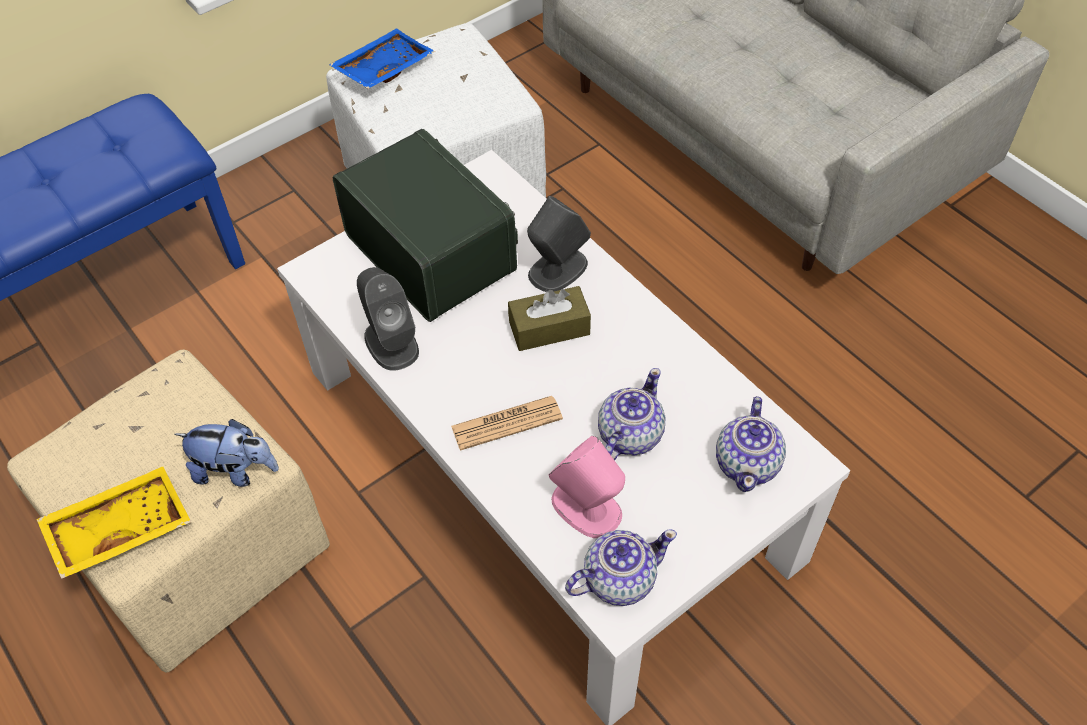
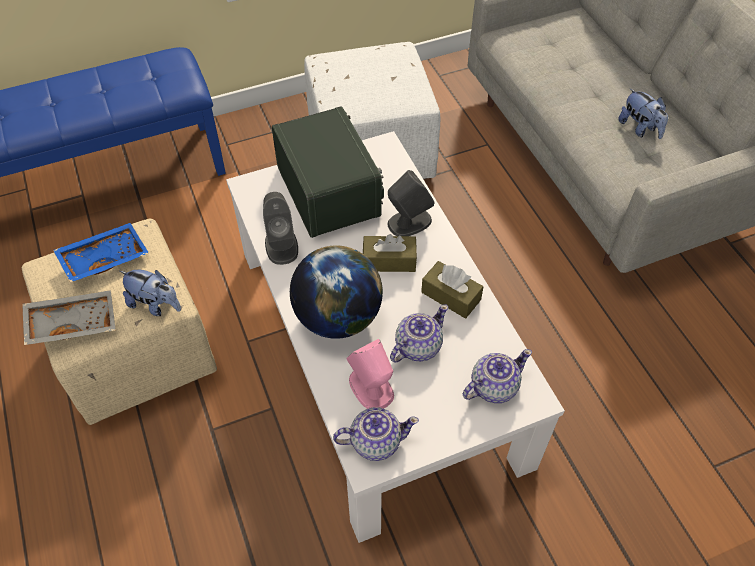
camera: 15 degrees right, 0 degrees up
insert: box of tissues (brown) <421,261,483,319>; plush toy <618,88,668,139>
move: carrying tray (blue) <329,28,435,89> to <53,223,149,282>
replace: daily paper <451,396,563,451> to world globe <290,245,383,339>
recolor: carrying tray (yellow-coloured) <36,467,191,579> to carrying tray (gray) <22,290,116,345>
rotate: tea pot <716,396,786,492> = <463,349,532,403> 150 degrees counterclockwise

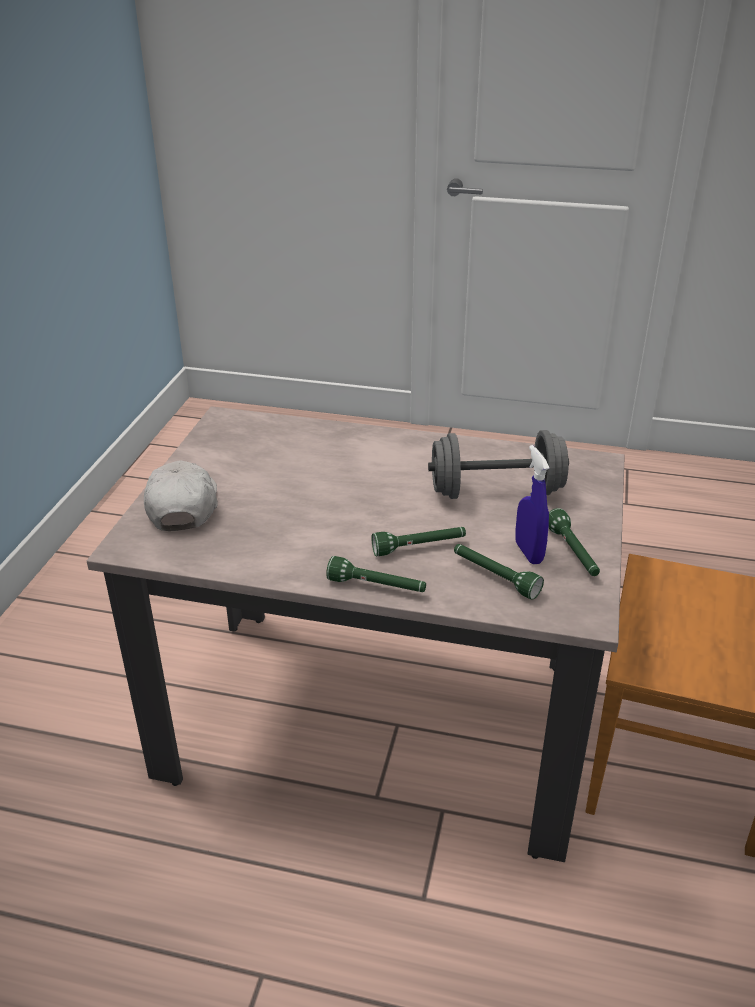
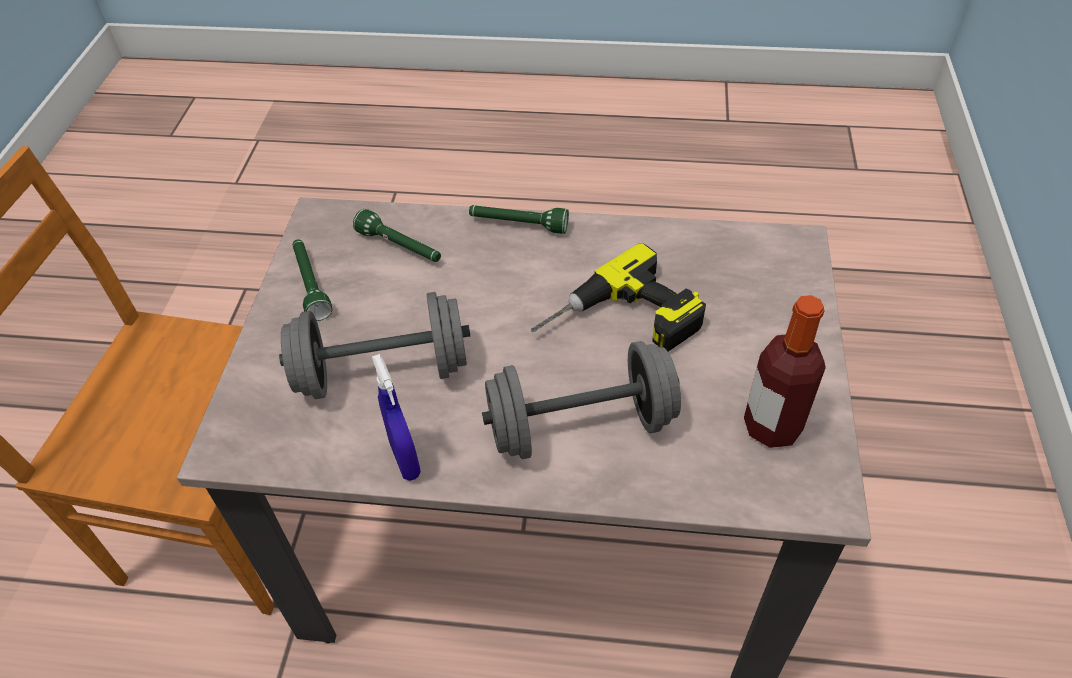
camera: 175 degrees right, 15 degrees up
delete: cap (white-coloured) <144,461,218,531>; flashlight (green-coloured) <371,527,466,556>
insert: hand weight (gray) <482,341,681,459>; electric drill <531,244,706,352>; drink bottle <744,295,826,448>
move: spray bottle (blue) <515,445,549,564> to <372,354,421,481>

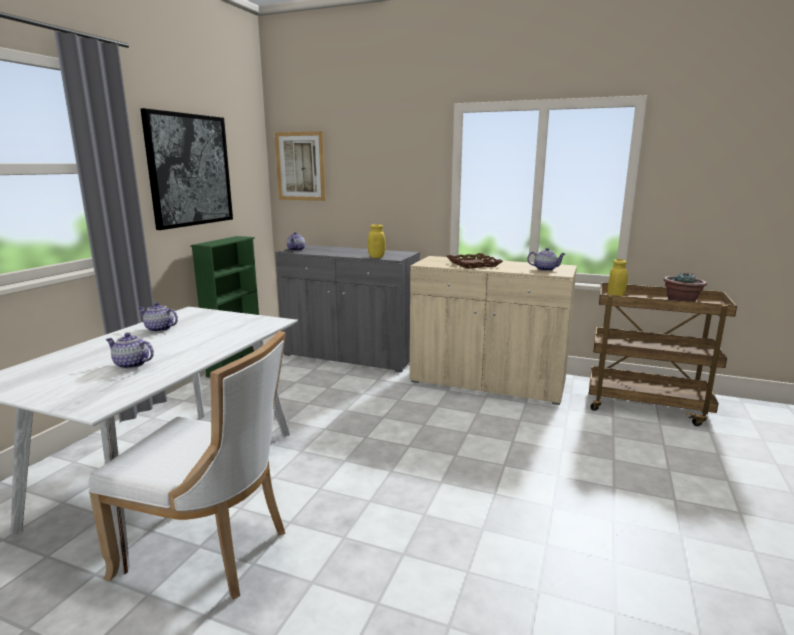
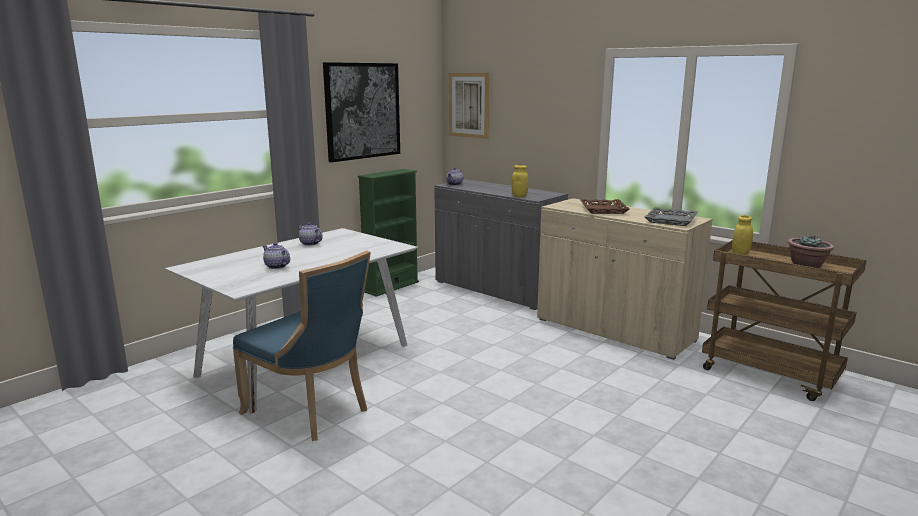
camera: 20 degrees right, 0 degrees up
replace: tea pot <527,248,565,271> to carrying tray (gray) <645,207,698,226>
recolor: plain chair (white-coloured) <89,331,286,599> to plain chair (blue) <233,250,371,441>

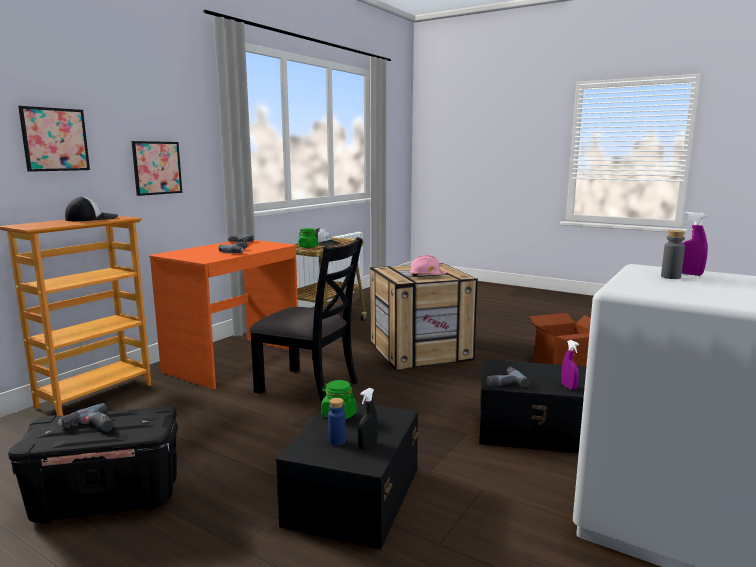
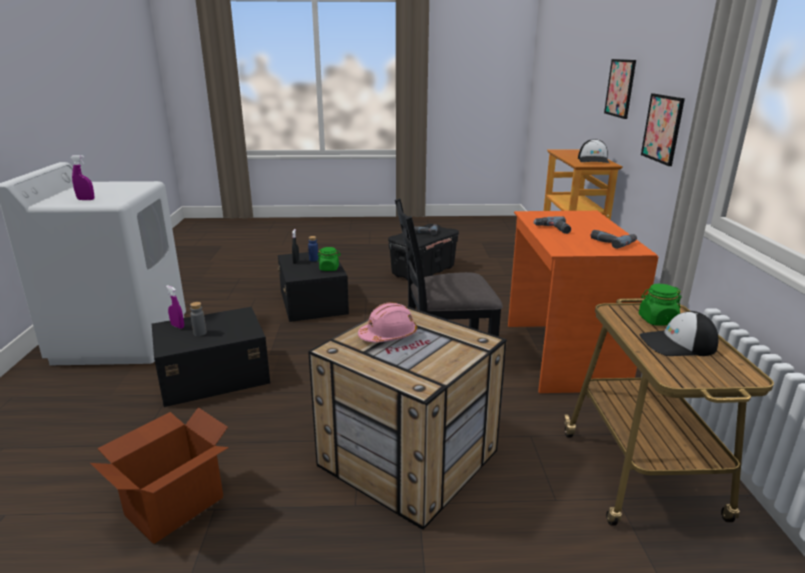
camera: 145 degrees right, 10 degrees up
delete: electric drill <487,367,530,387>
move: drink bottle (gray) <661,230,685,279> to <190,302,207,336>

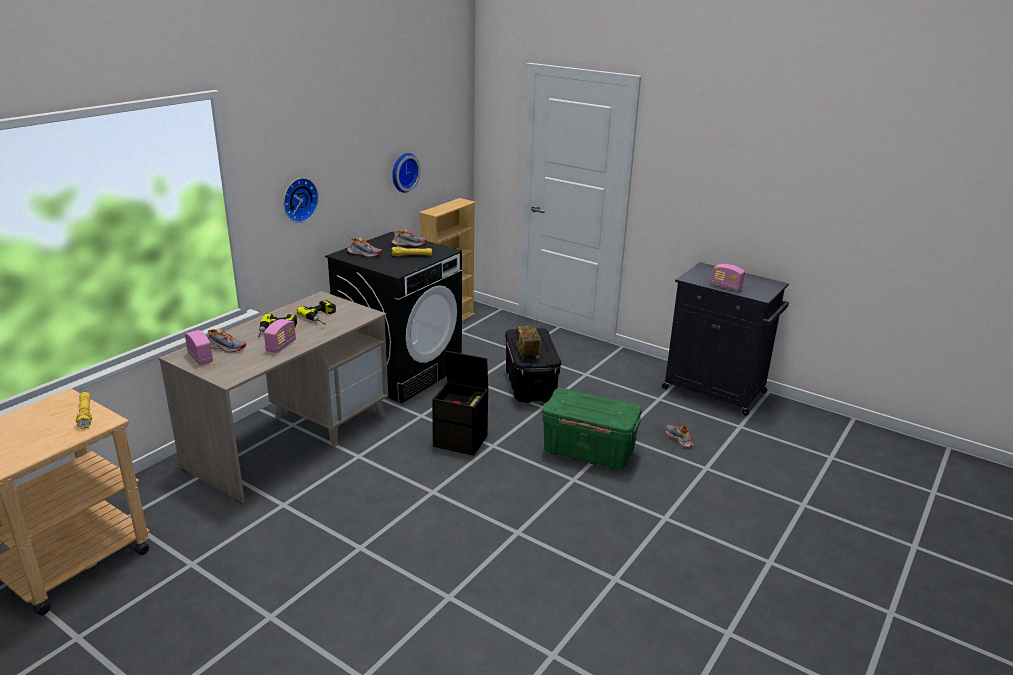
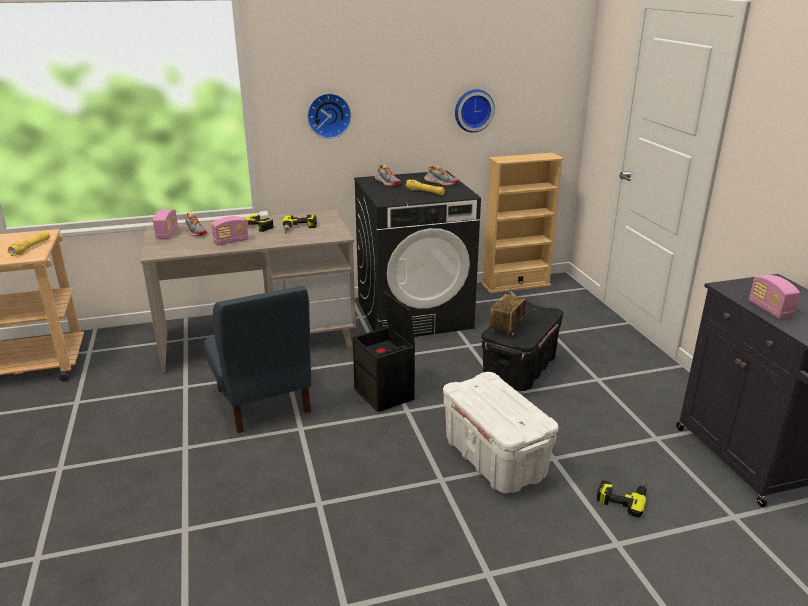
camera: 40 degrees right, 0 degrees up
insert: plain chair (blue) <204,286,312,433>
replace: low shoe <666,425,694,448> to electric drill <597,476,647,518>
recolor: storage box (green-coloured) <542,388,642,470> to storage box (white-coloured) <443,372,559,493>

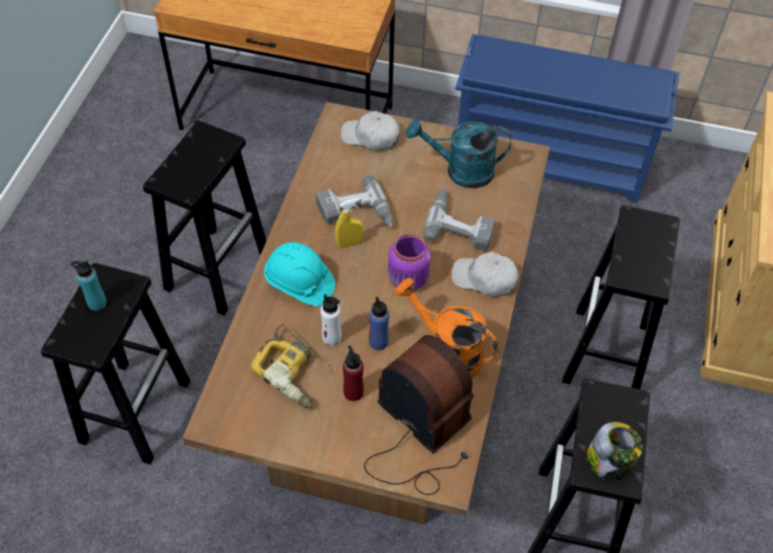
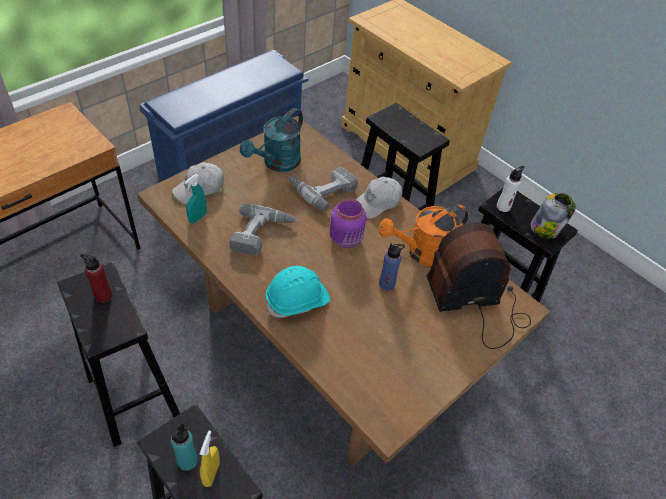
camera: 60 degrees left, 5 degrees down
delete: electric drill <251,324,327,408>
insert: spray bottle (turquoise) <185,174,207,224>
move: drink bottle (white-coloured) <320,294,342,346> to <497,166,525,212>; spray bottle (yellow-coloured) <335,198,363,248> to <200,431,220,487>; drink bottle (red-coloured) <343,346,364,401> to <81,254,112,303>

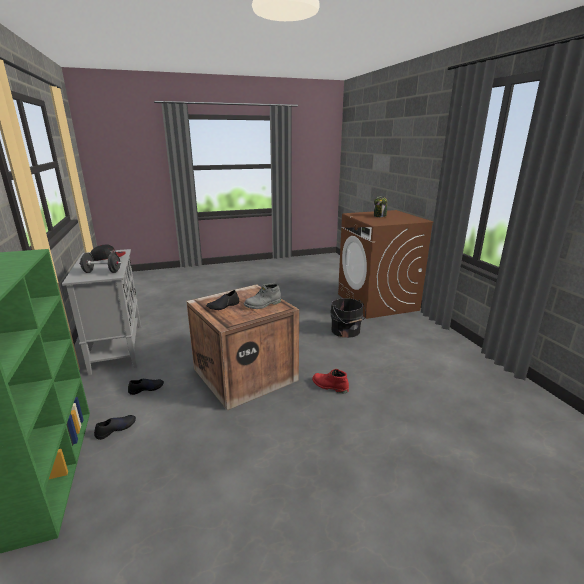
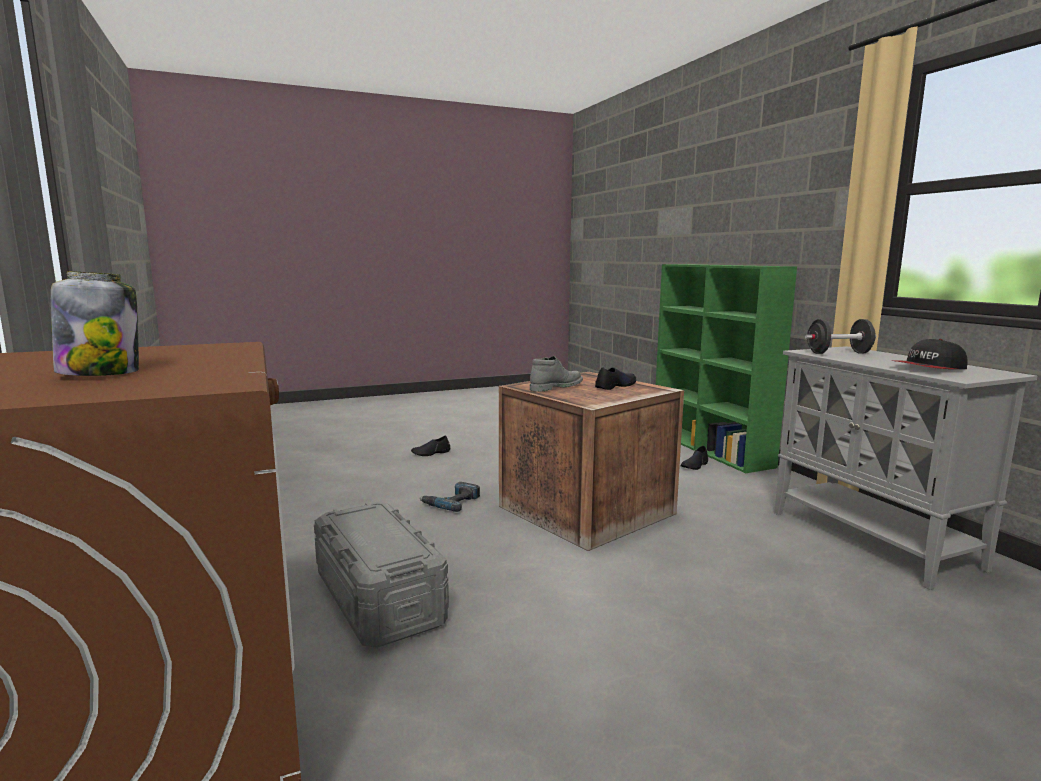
camera: 175 degrees right, 10 degrees down
move: low shoe (black-coloured) <128,379,164,395> to <411,435,450,456>
replace: boot (red-coloured) <312,369,349,393> to electric drill <420,482,480,512>; bucket (black-coloured) <330,298,366,338> to storage box (gray) <314,502,449,648>

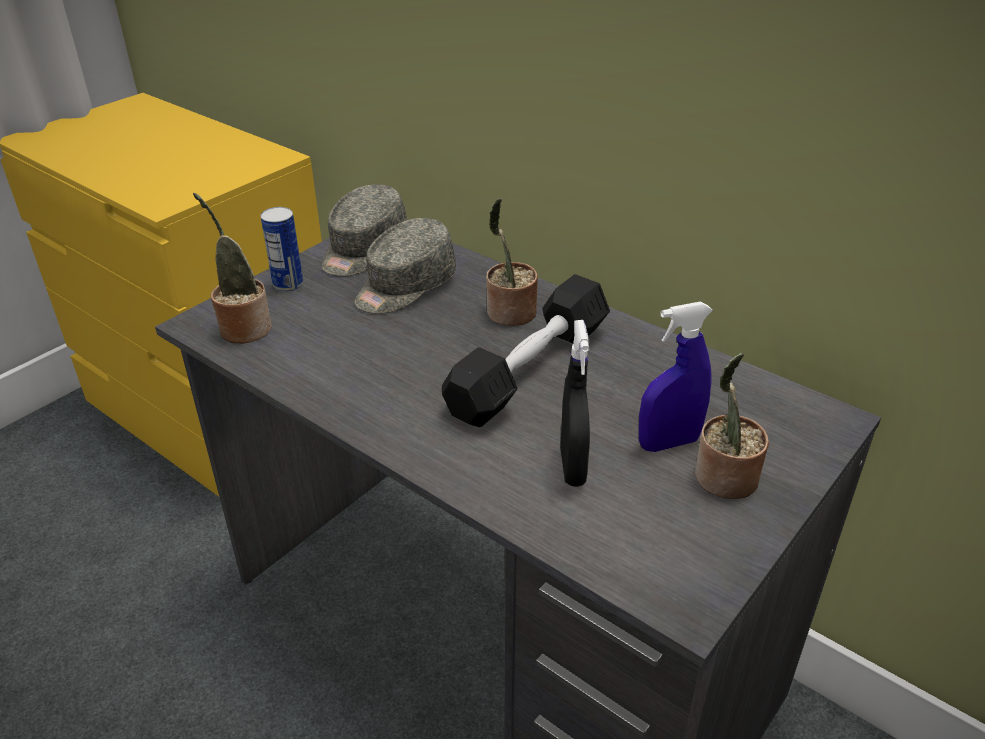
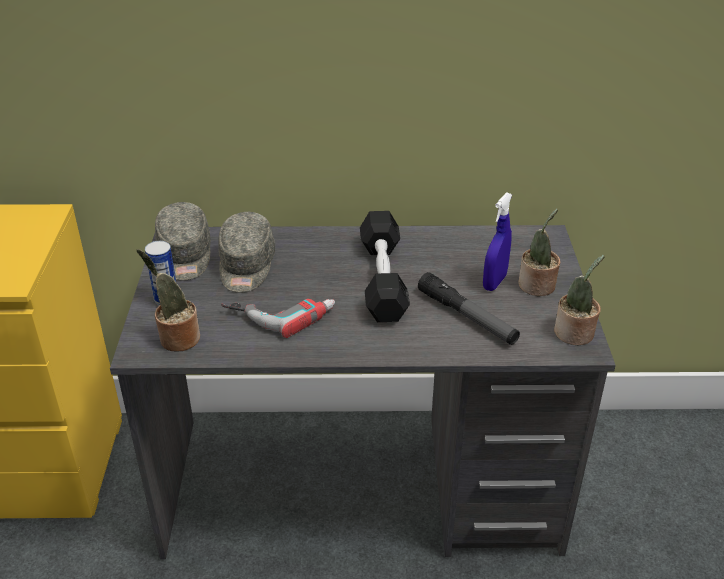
camera: 40 degrees left, 0 degrees up
insert: electric drill <221,299,335,338>
move: houseplant <486,198,538,326> to <554,255,605,346>
replace: spray bottle (black-coloured) <560,320,590,487> to flashlight <418,272,520,345>

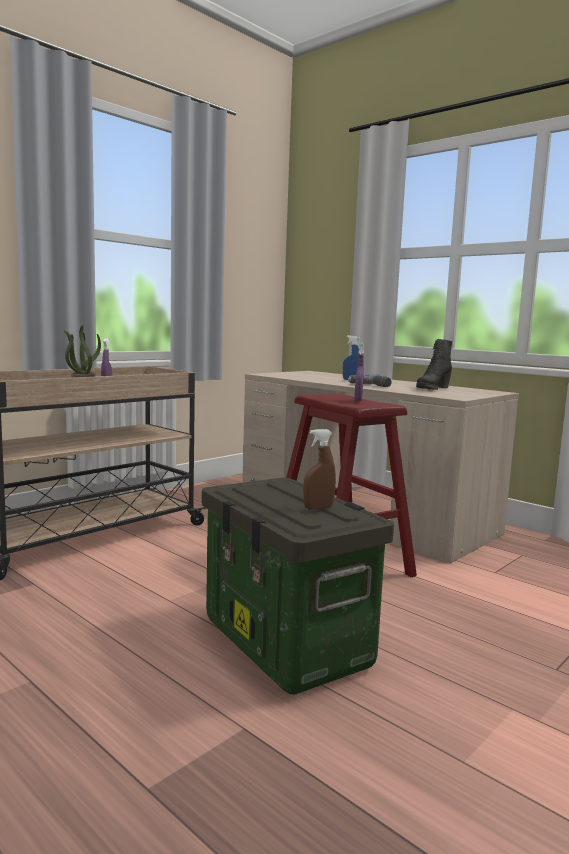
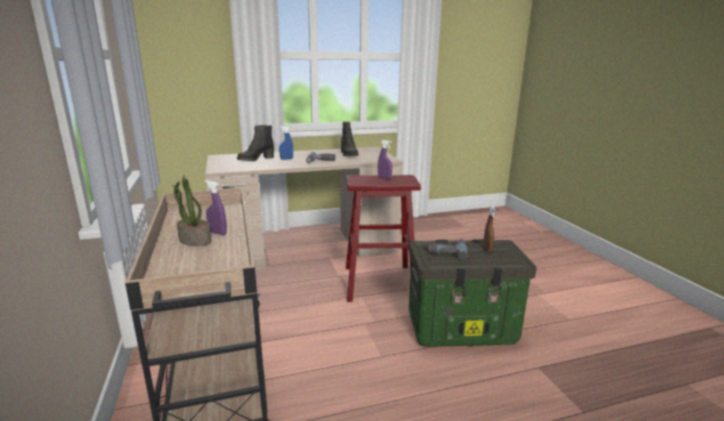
camera: 60 degrees left, 10 degrees up
insert: boot (black-coloured) <237,125,274,161>; electric drill <428,239,468,260>

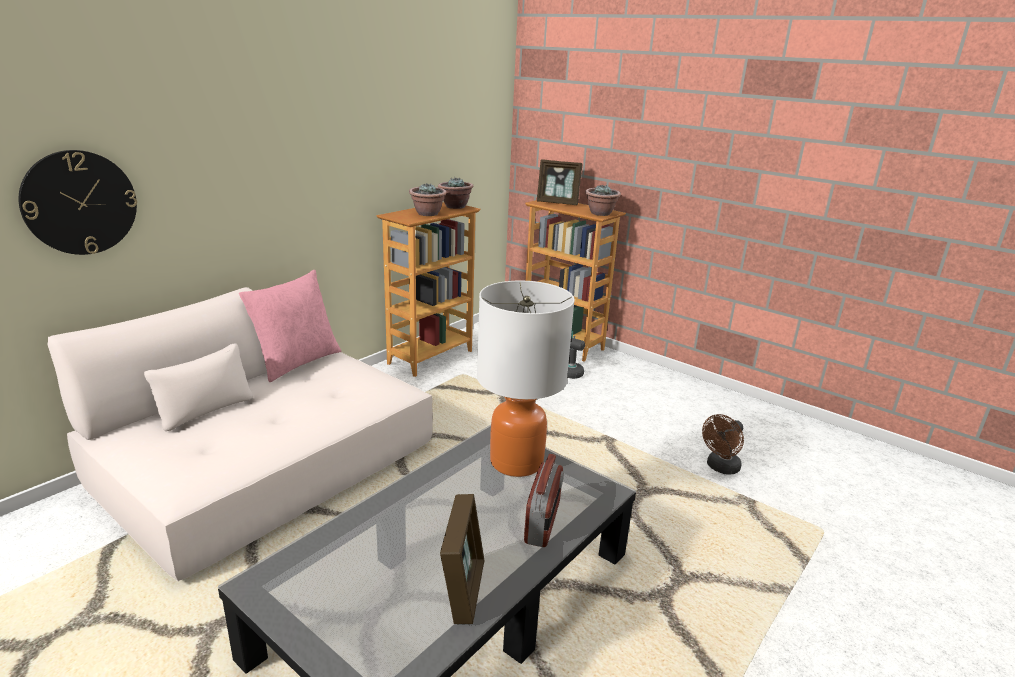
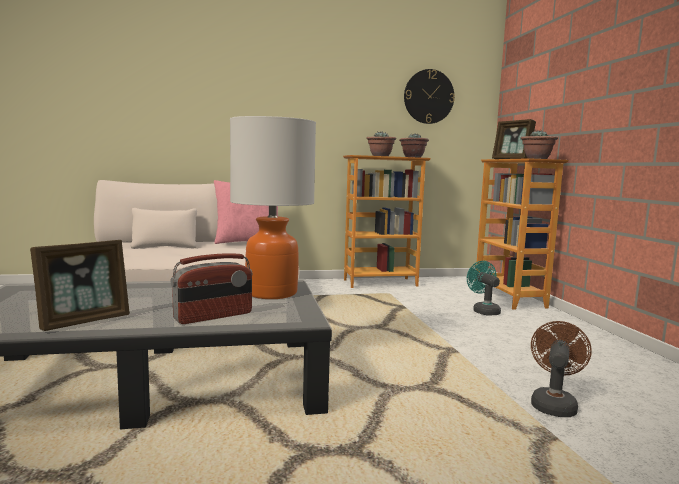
camera: 40 degrees right, 15 degrees down
move: clock on the wall <19,150,137,255> to <404,69,455,124>
rotate: fan (brown) <702,414,744,474> = <531,321,592,417> 120 degrees clockwise

